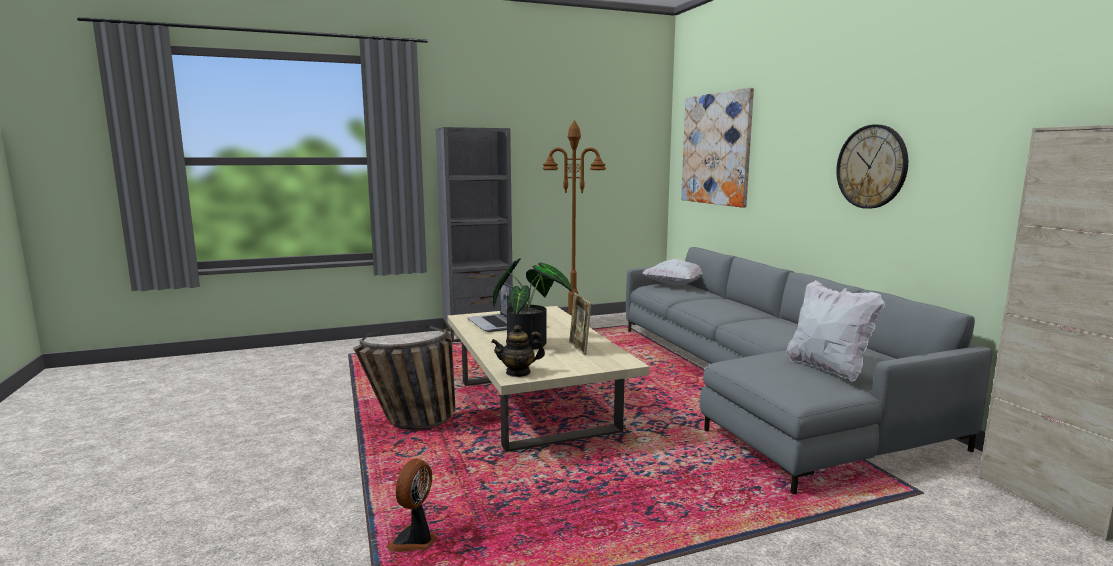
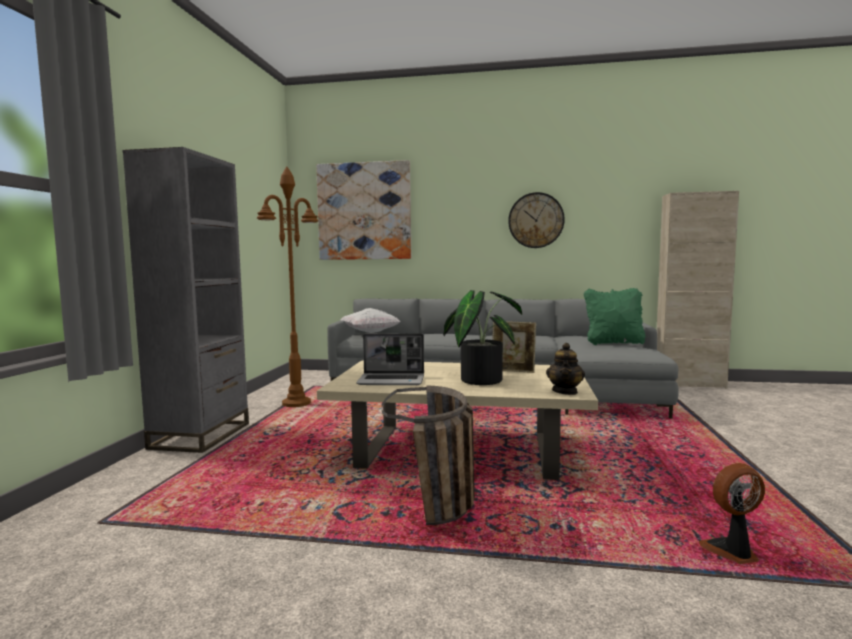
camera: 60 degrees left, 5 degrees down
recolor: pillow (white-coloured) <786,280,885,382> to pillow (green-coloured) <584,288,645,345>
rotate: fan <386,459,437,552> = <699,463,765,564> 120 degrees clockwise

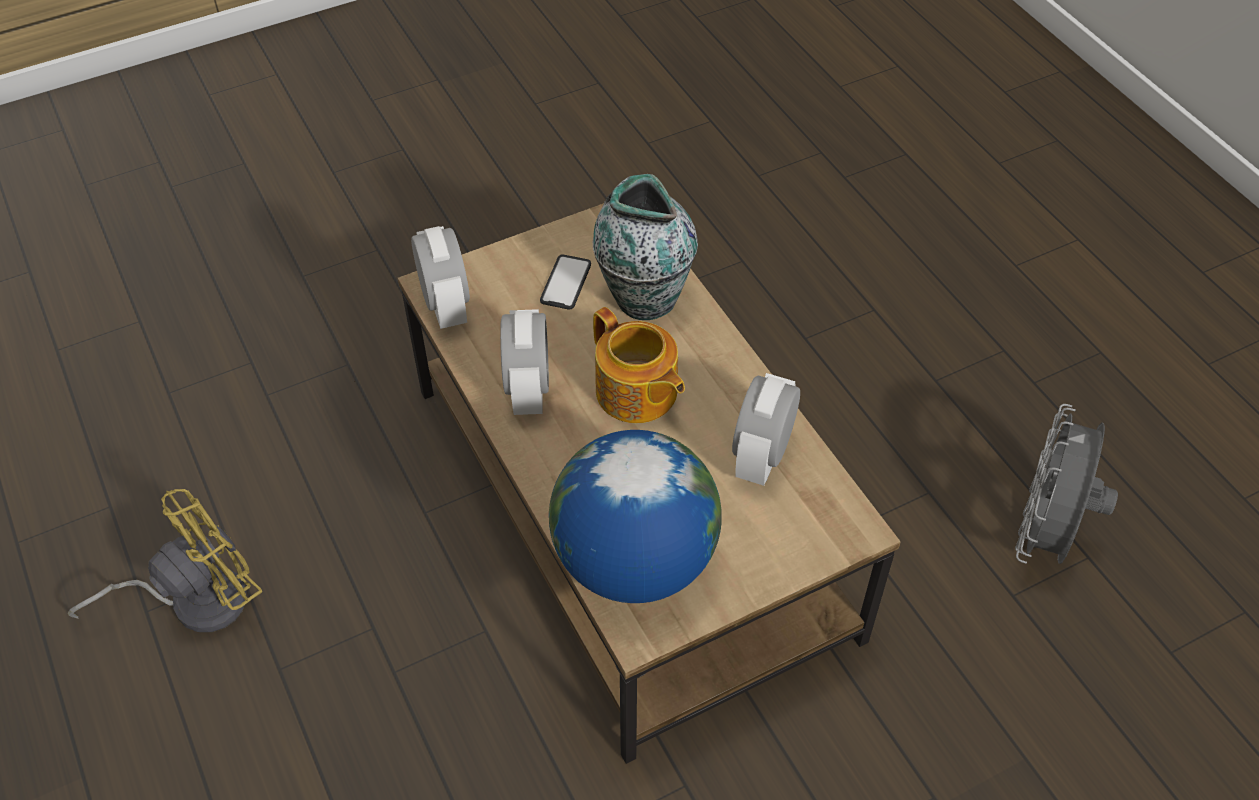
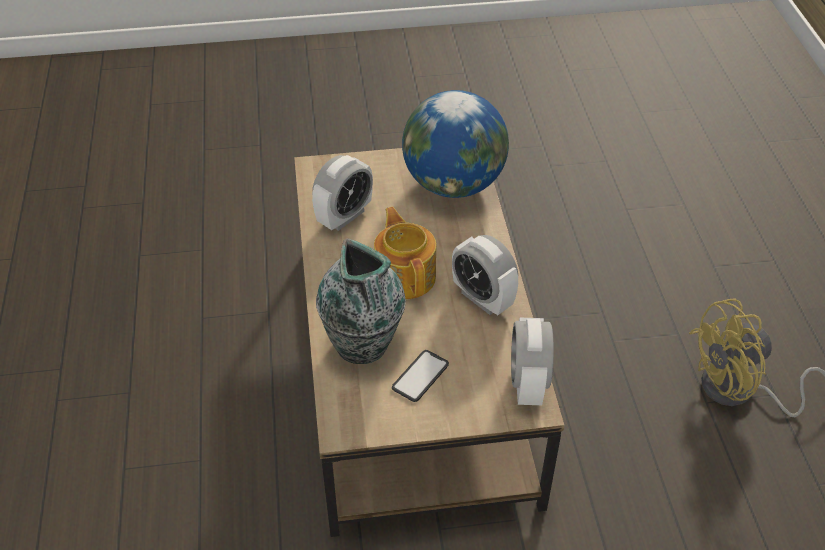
camera: 160 degrees left, 5 degrees down
delete: fan (gray) <1015,404,1118,564>
rotate: table clock <500,309,549,415> = <452,235,518,315> 60 degrees counterclockwise

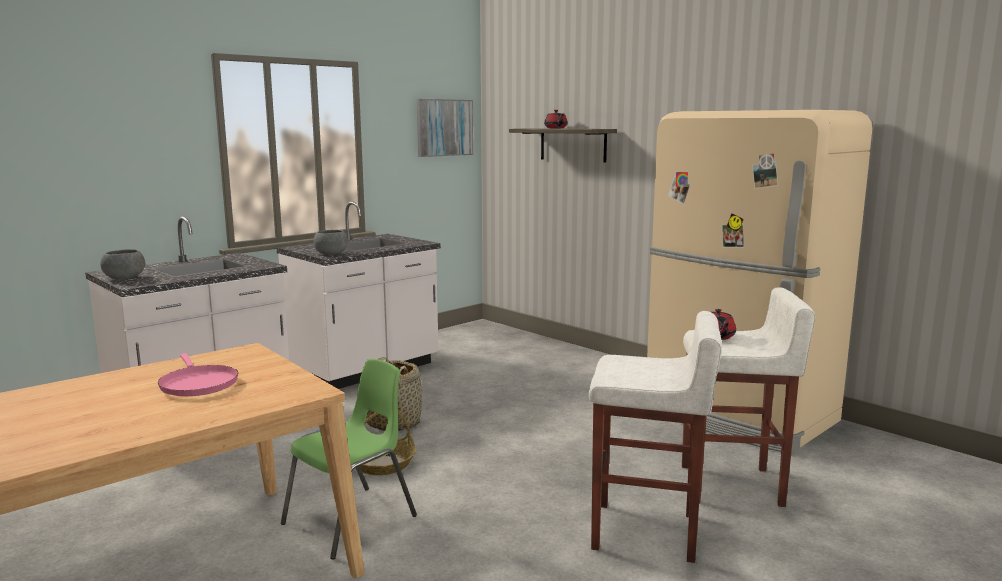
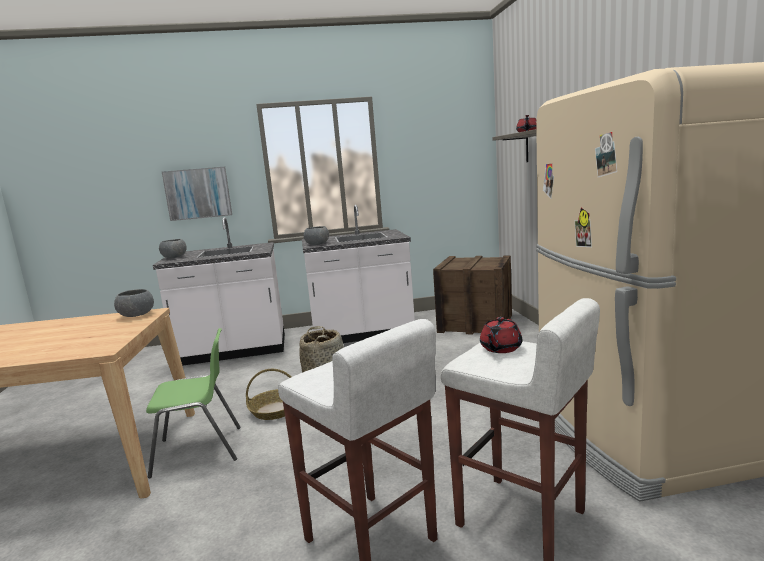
camera: 35 degrees right, 0 degrees up
delete: frying pan (pink) <158,353,239,396>
insert: serving bowl (gray) <114,289,154,317>; crate <433,255,512,335>
move: picture <417,99,473,157> to <162,167,232,221>

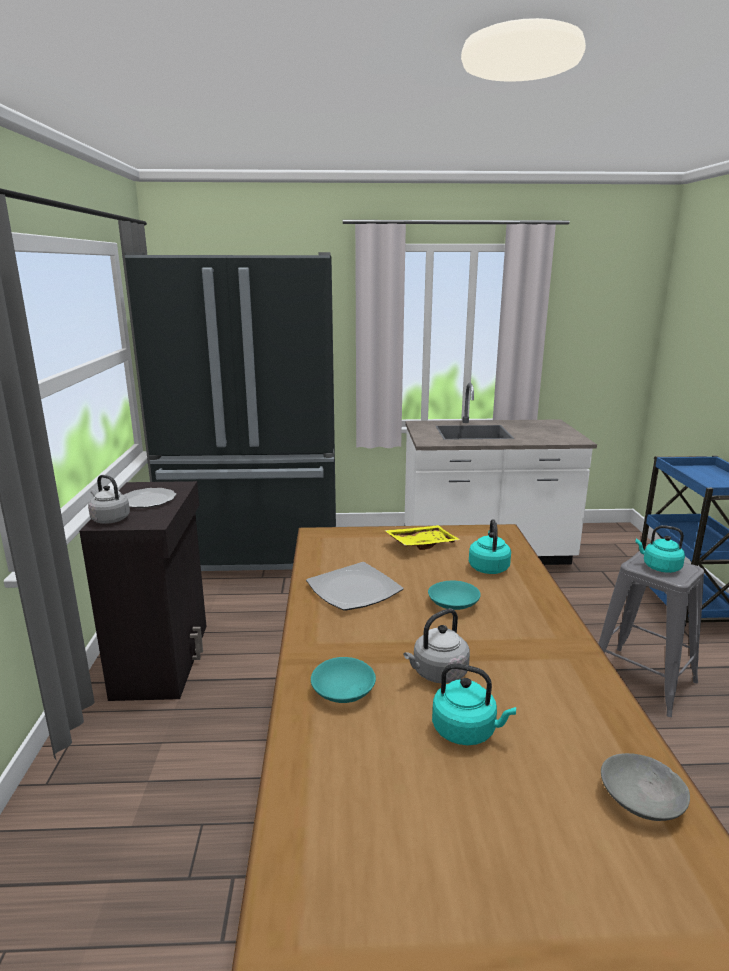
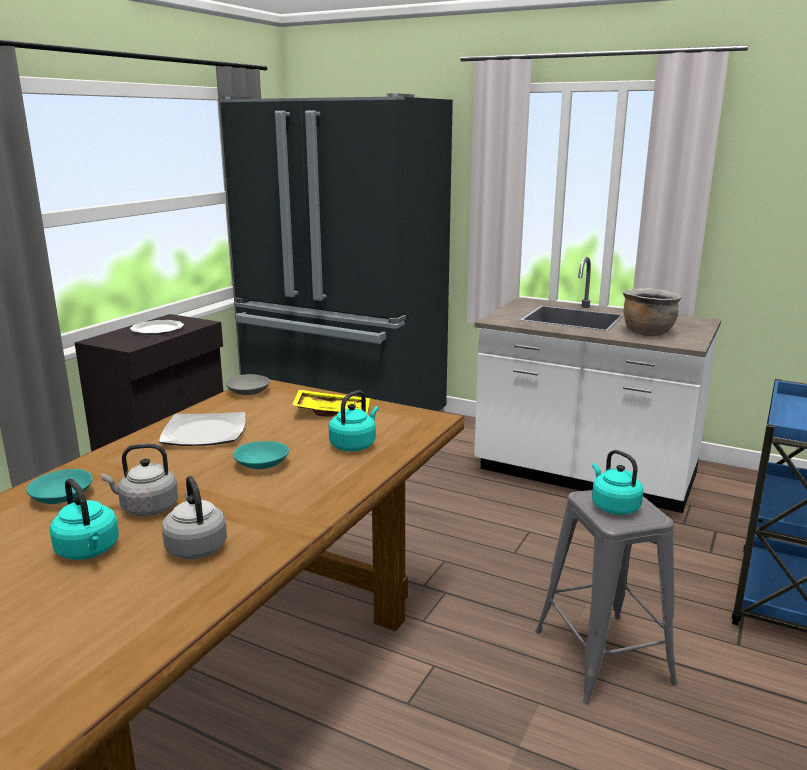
camera: 30 degrees right, 0 degrees up
insert: saucepot (brown) <623,288,682,336>
move: water kettle (gray) <88,475,130,524> to <162,476,227,559>; serving bowl (gray) <601,753,690,821> to <226,374,270,395>

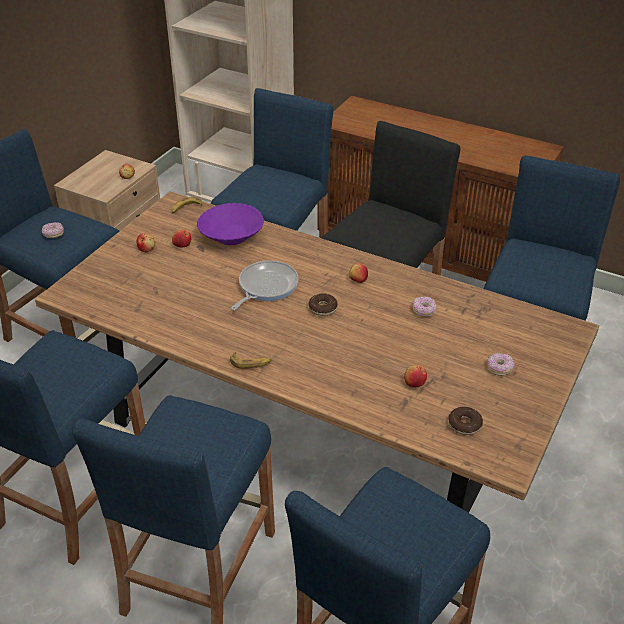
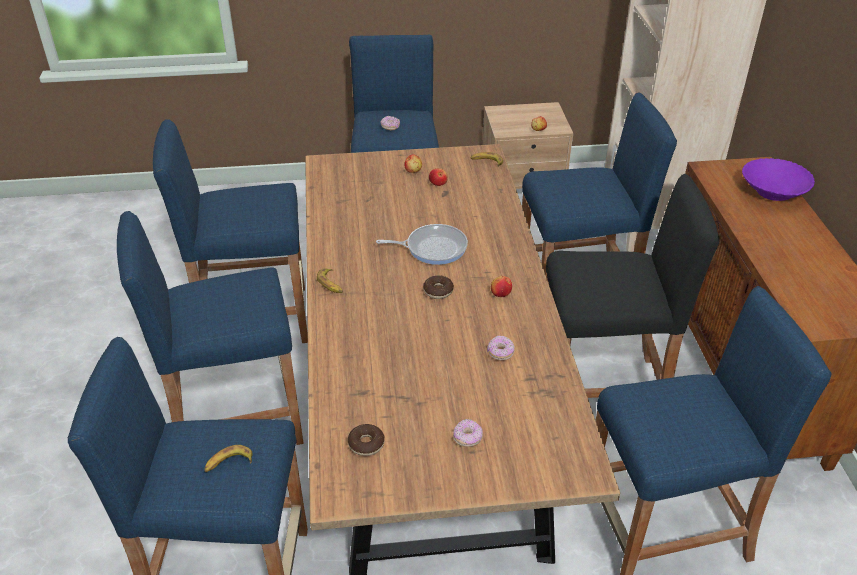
camera: 55 degrees right, 0 degrees up
delete: apple fruit <404,365,427,388>
insert: banana <204,445,253,472>
move: serving bowl (purplish) <197,203,264,245> to <742,158,815,201>

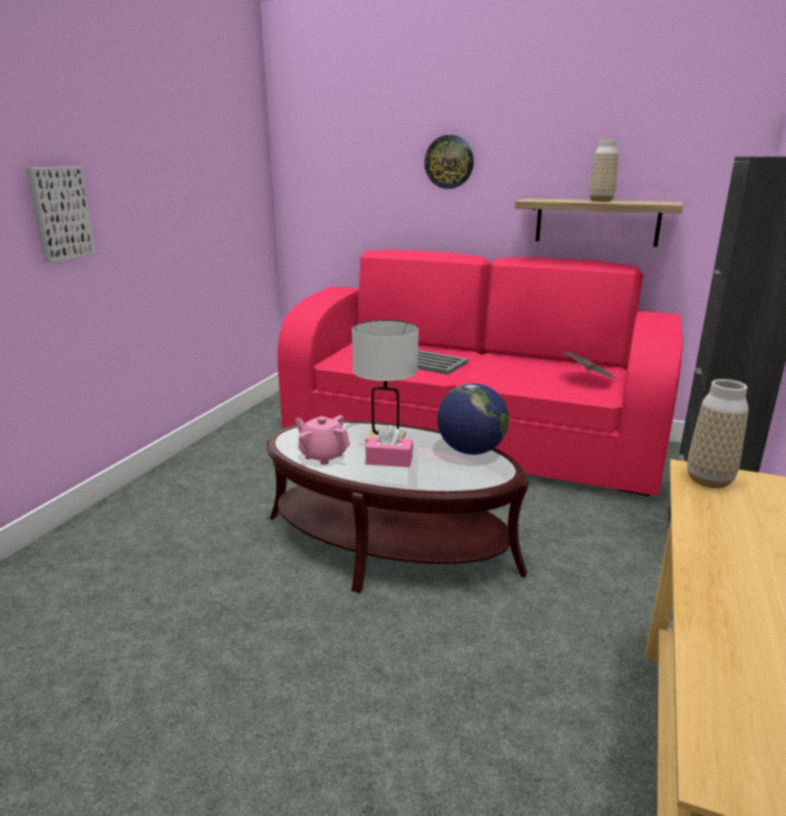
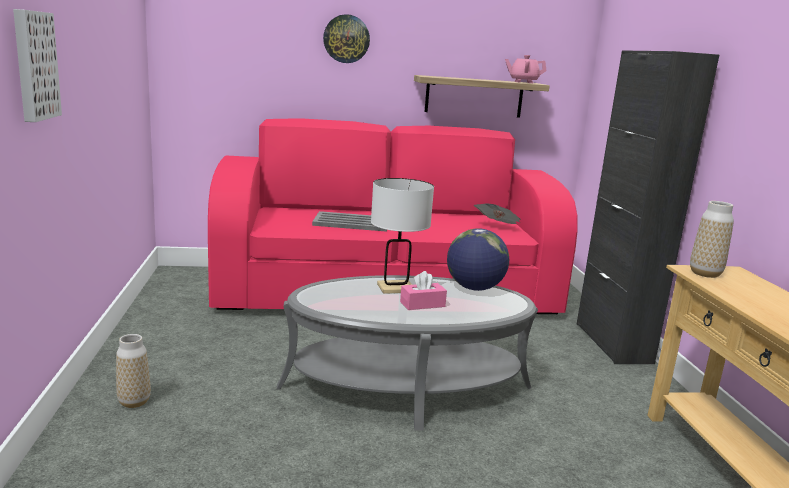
camera: 30 degrees left, 5 degrees down
move: tea pot (pink) <295,415,350,465> to <505,55,546,83>; decorative vase <589,140,618,202> to <116,334,151,408>
recolor: low table (brown) <266,420,529,593> to low table (gray) <277,275,538,431>

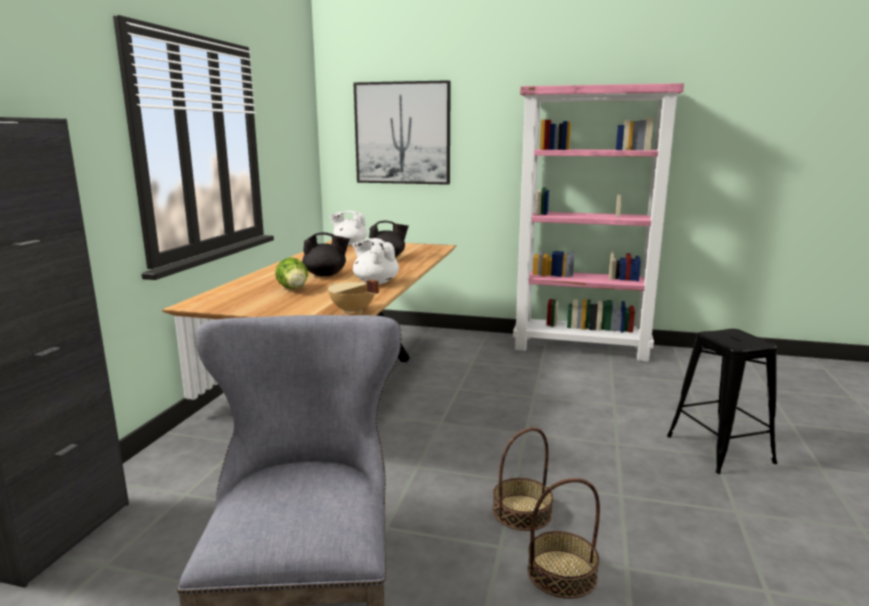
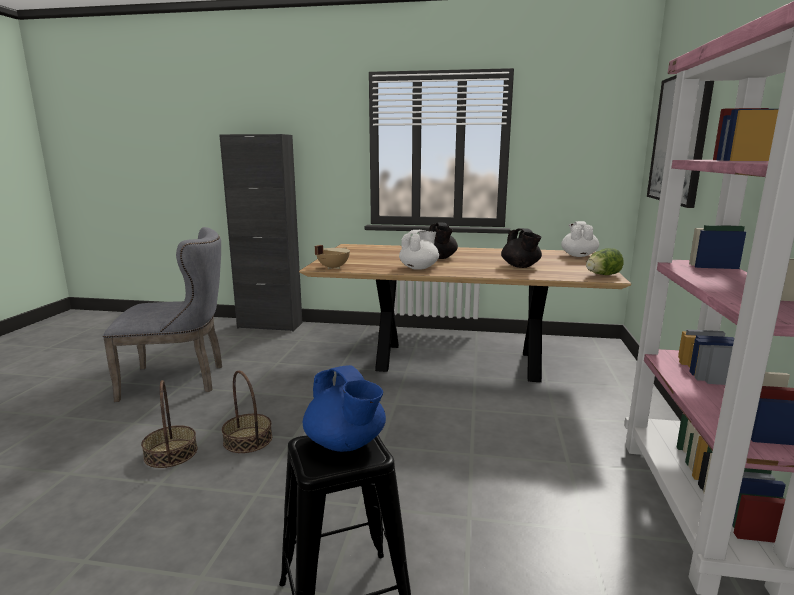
camera: 85 degrees right, 0 degrees up
insert: tea pot (blue) <303,365,386,452>
move: lettuce head <275,257,308,289> to <586,248,623,275>

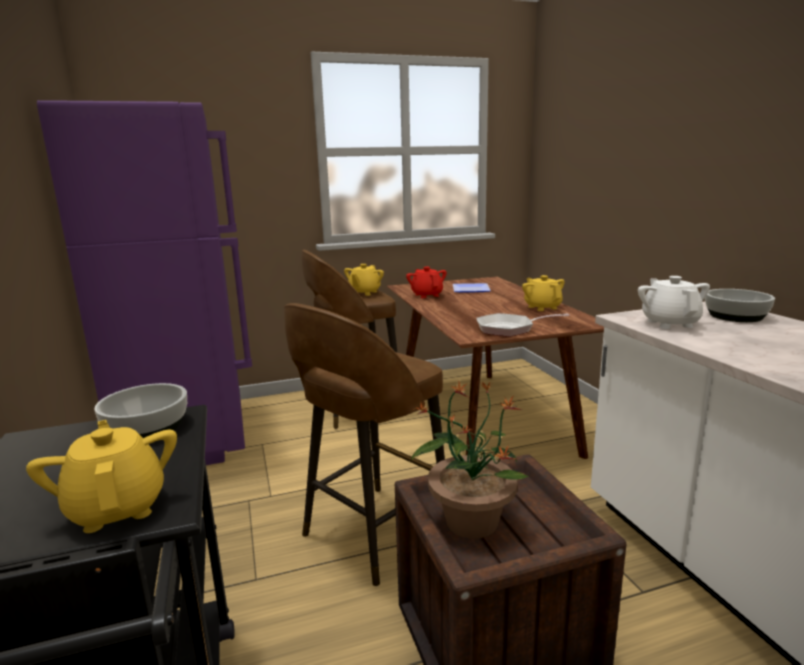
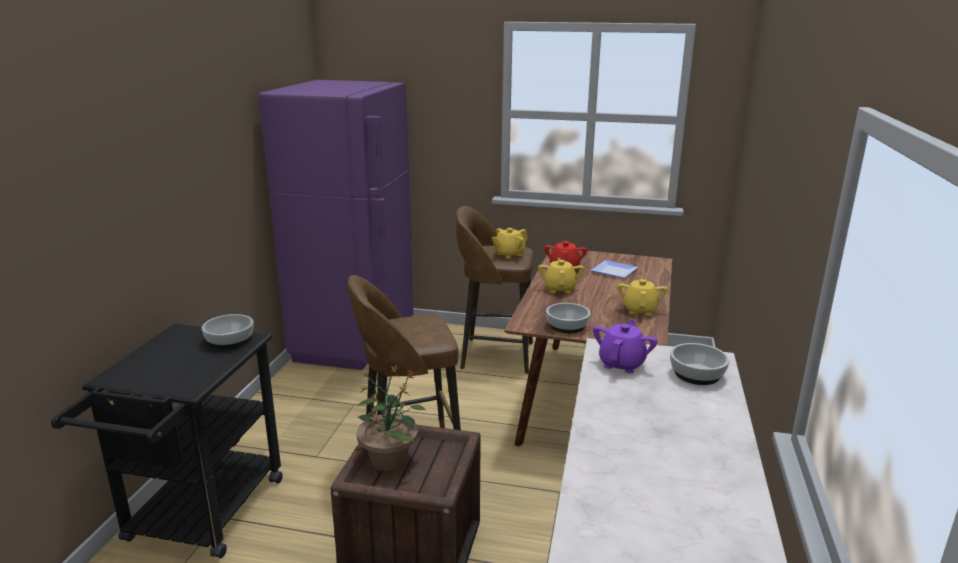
camera: 30 degrees right, 5 degrees up
move: tea pot (yellow-coloured) <26,420,177,533> to <538,258,584,293>
replace: frying pan <476,313,570,337> to serving bowl <546,303,590,333>
recolor: tea pot (white-coloured) <638,276,710,329> to tea pot (purplish) <593,320,658,373>

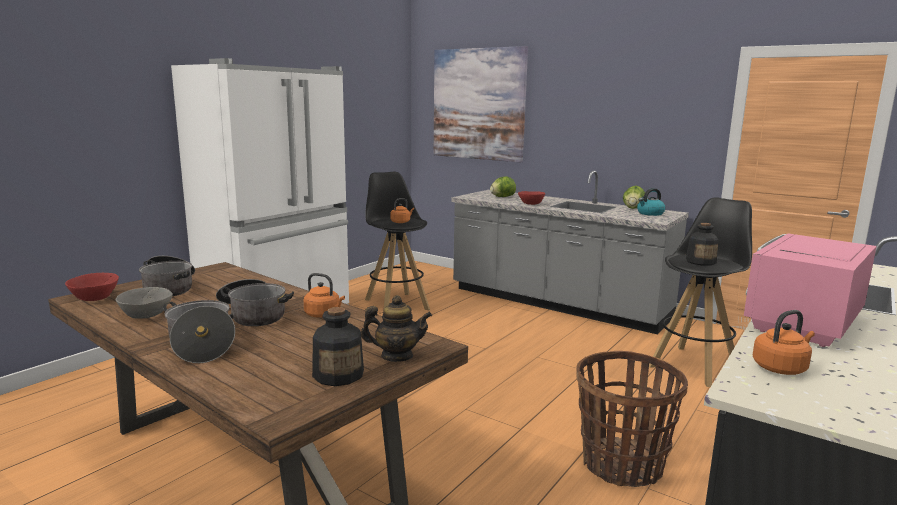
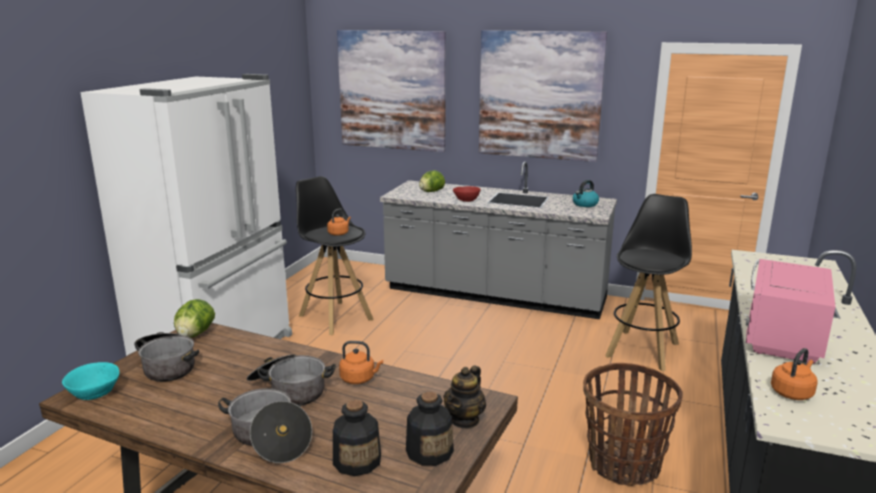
camera: 15 degrees left, 5 degrees up
delete: serving bowl (gray) <116,287,173,319>
insert: picture <479,30,607,162>
move: lettuce head <623,186,645,209> to <174,299,215,338>; drink bottle <686,223,718,266> to <333,400,381,476>
recolor: serving bowl (red-coloured) <65,273,119,301> to serving bowl (turquoise) <62,362,119,400>
rotate: tea pot <361,295,432,362> = <443,366,486,429> 135 degrees clockwise

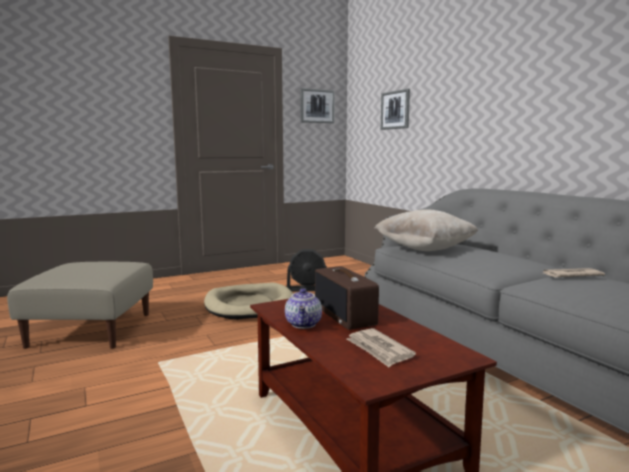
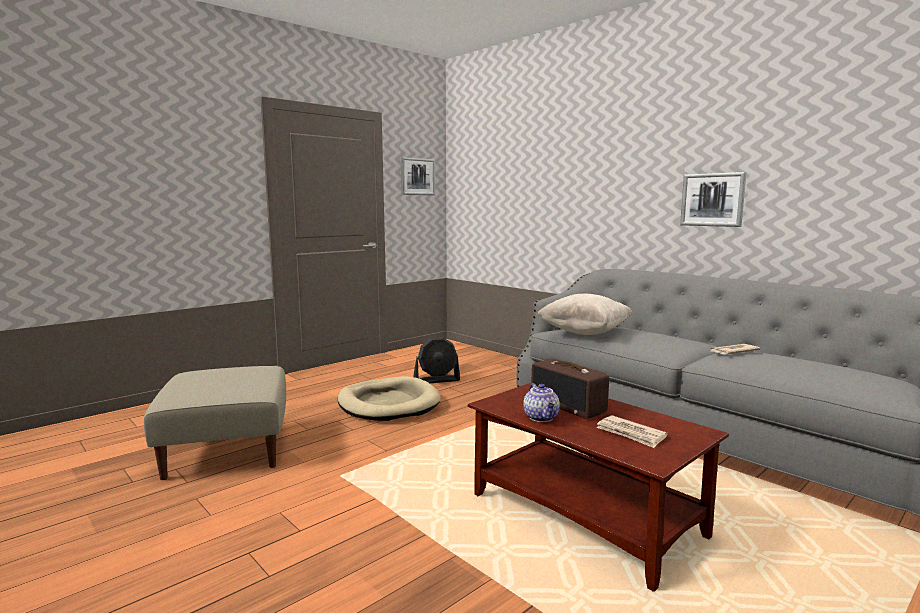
camera: 15 degrees left, 0 degrees up
move: picture <381,89,410,130> to <680,172,746,227>

